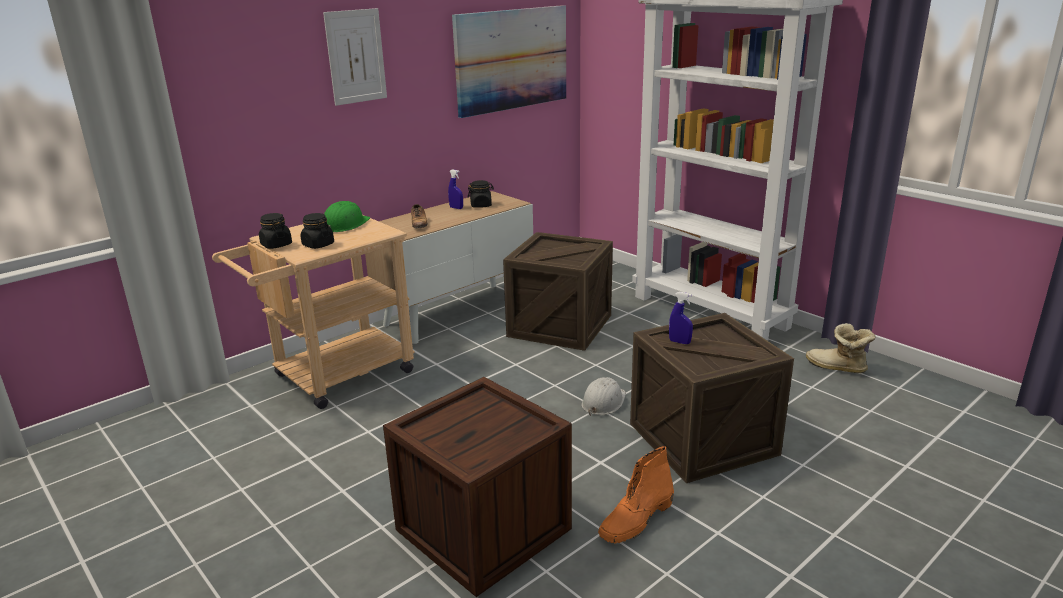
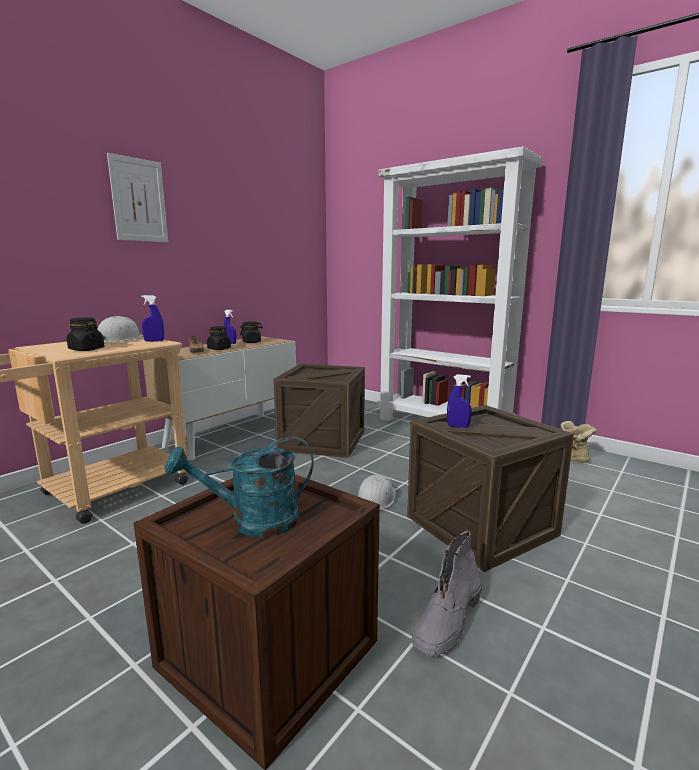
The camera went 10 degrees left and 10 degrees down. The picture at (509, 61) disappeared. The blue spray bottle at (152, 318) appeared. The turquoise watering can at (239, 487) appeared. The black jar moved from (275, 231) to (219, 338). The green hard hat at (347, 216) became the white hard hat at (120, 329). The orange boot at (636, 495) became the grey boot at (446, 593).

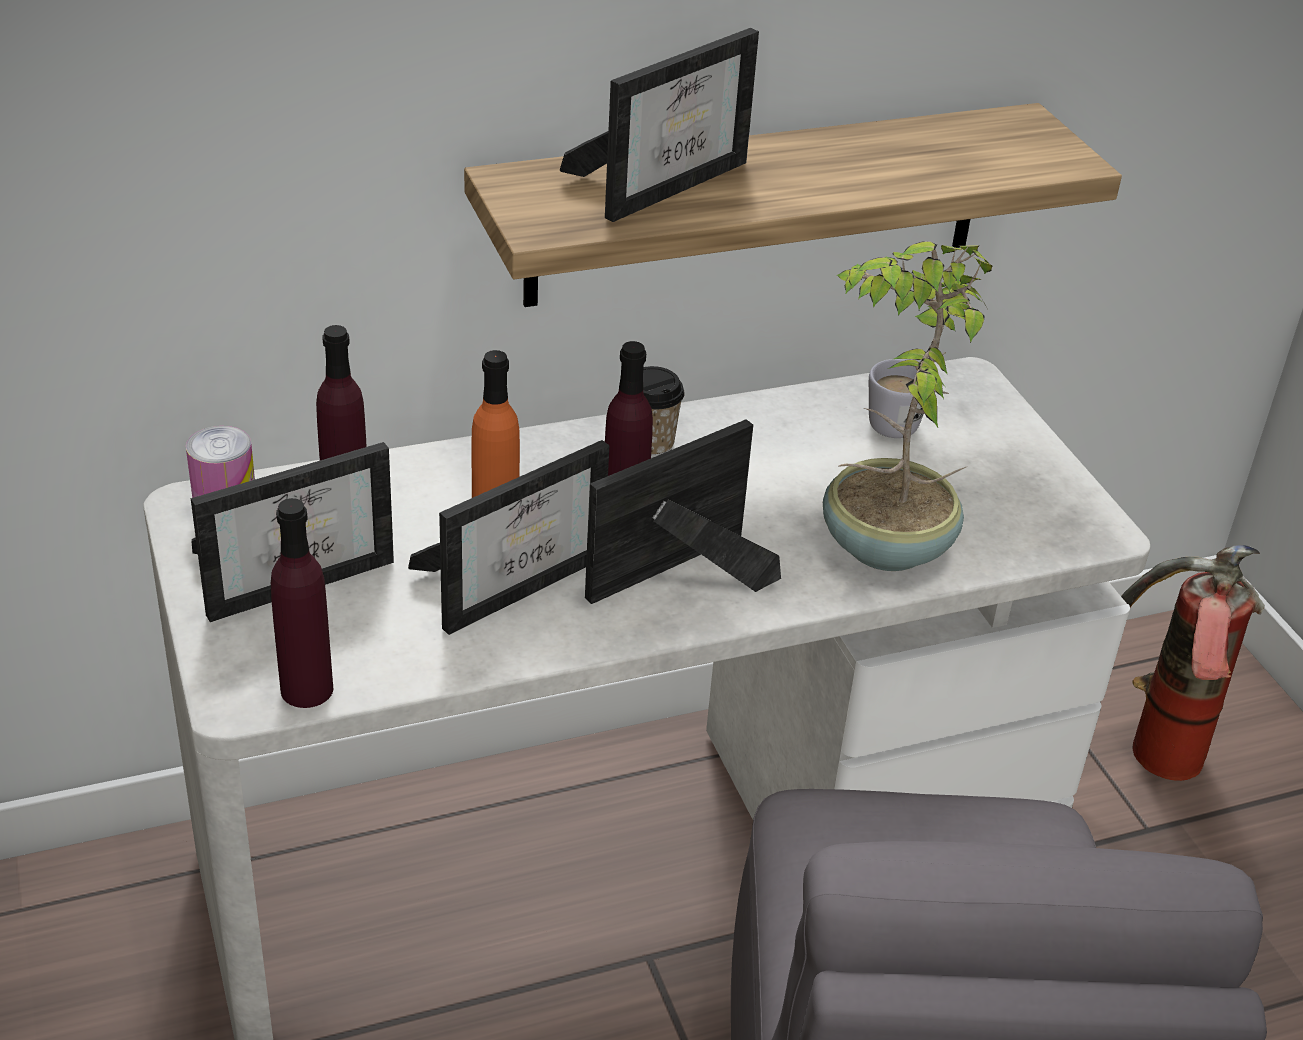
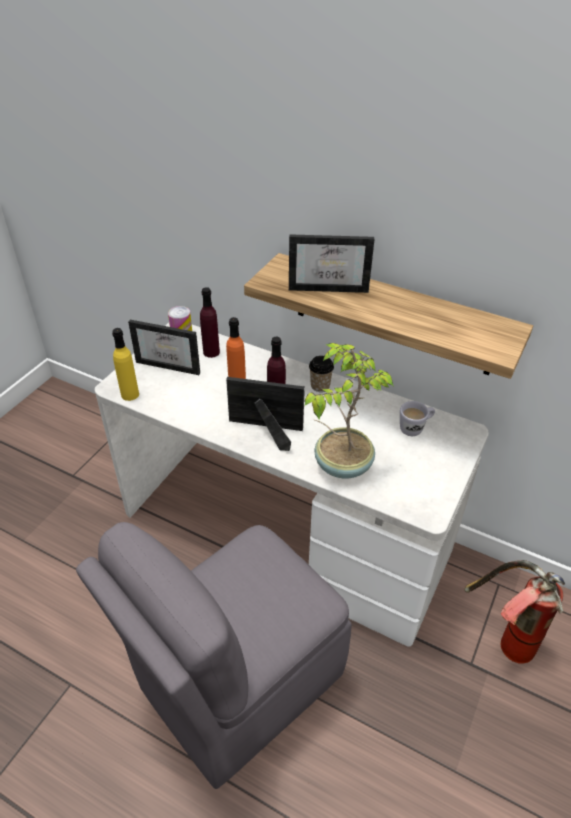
The camera went 50 degrees right and 5 degrees up. The picture frame at (508, 537) disappeared. The purple bottle at (302, 603) became the yellow bottle at (125, 364).

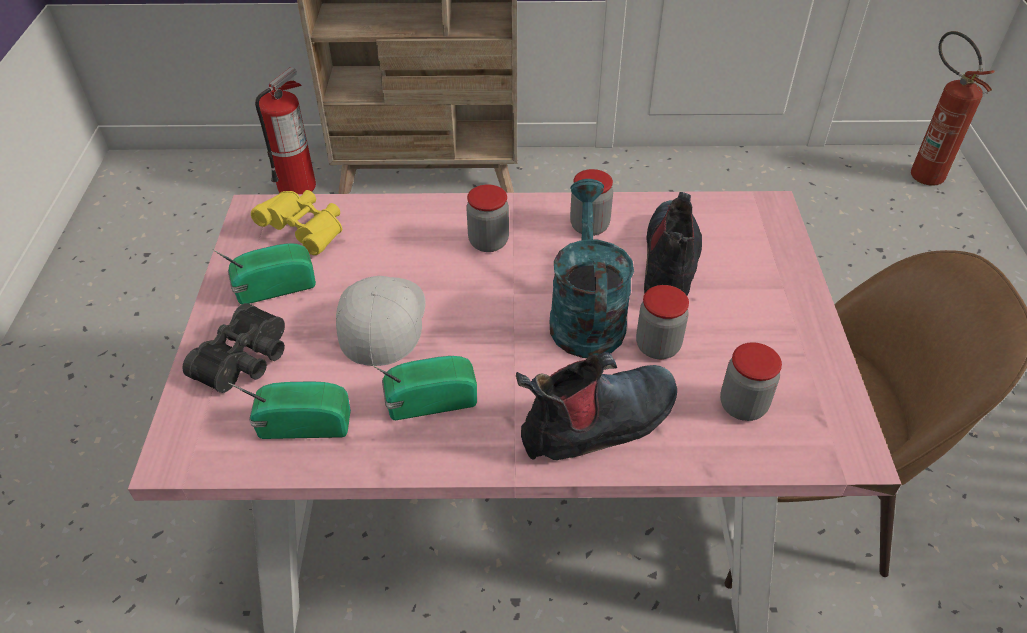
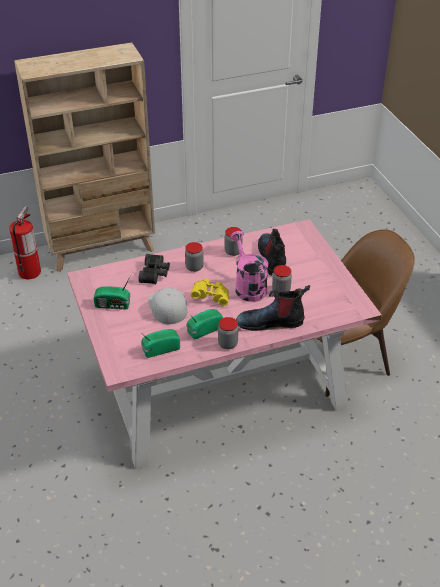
The camera went 20 degrees left and 5 degrees down. The fire extinguisher at (953, 108) disappeared. The black binoculars moved from (233, 348) to (154, 269). The yellow binoculars moved from (296, 222) to (210, 292). The jar moved from (751, 381) to (228, 333). The turquoise watering can at (592, 268) became the pink watering can at (249, 266). The radio at (265, 274) turned 135 degrees counterclockwise. The boot at (596, 406) turned 135 degrees counterclockwise.

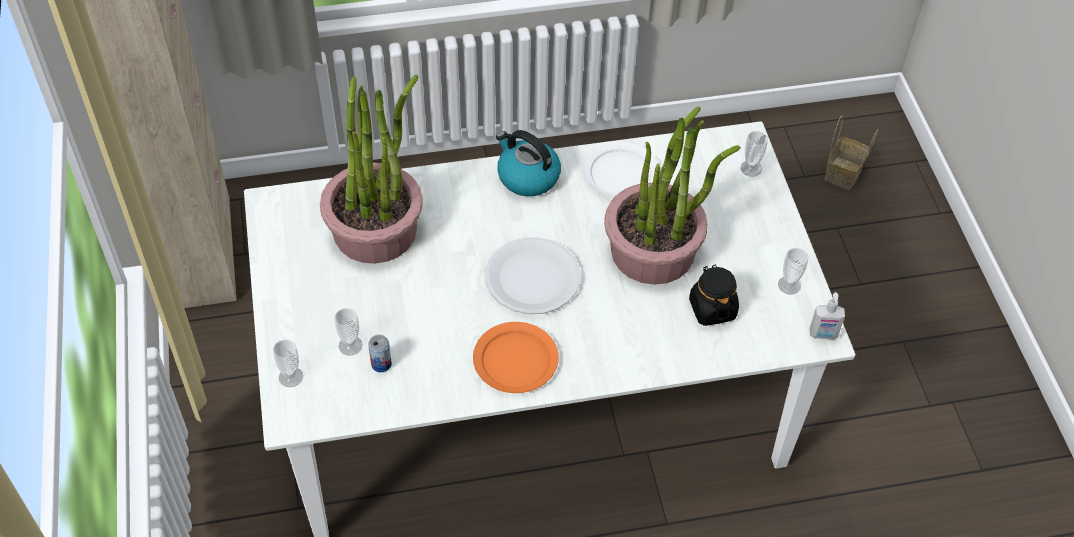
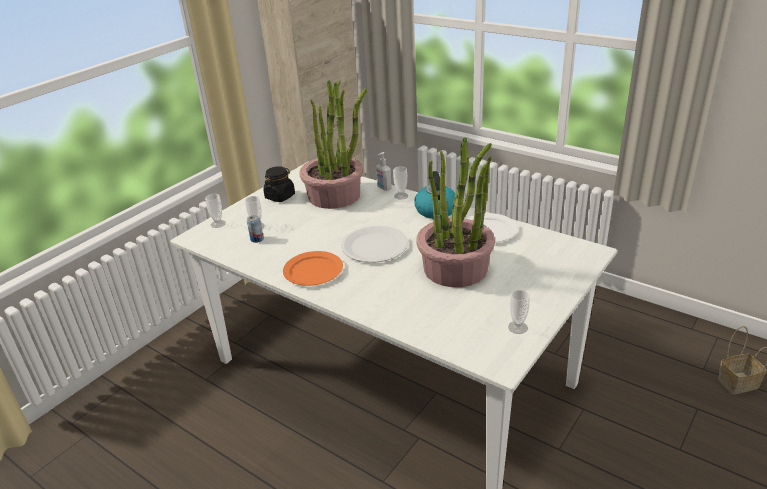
The camera went 50 degrees right and 20 degrees down. The black jar moved from (714, 295) to (279, 184). The cup moved from (754, 154) to (400, 182). The soap dispenser moved from (827, 316) to (384, 171).

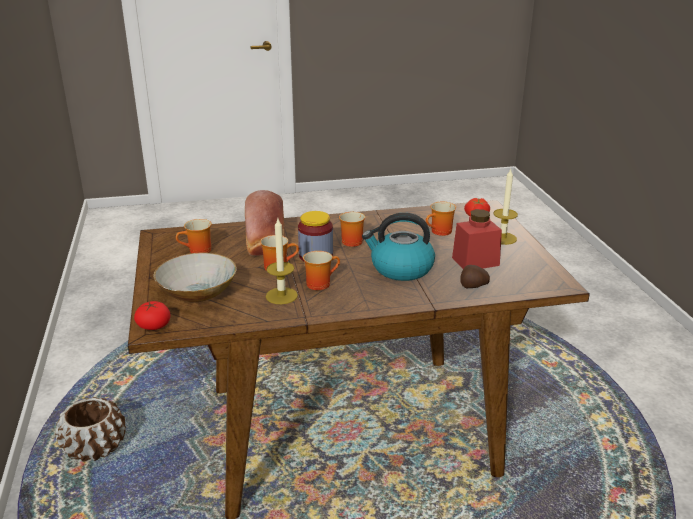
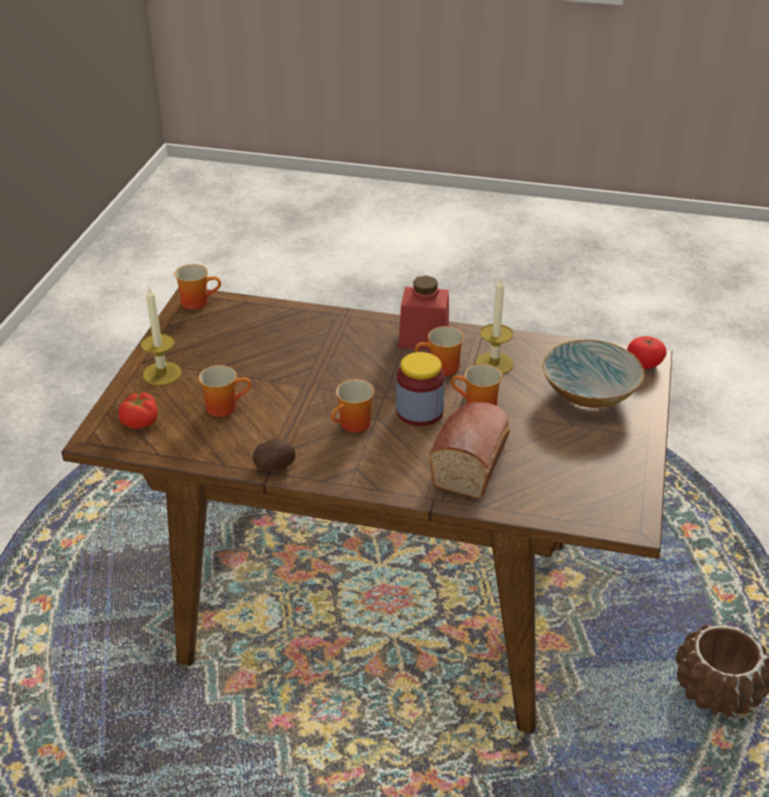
The camera went 155 degrees left and 10 degrees up. The kettle at (398, 247) disappeared. The mug moved from (193, 236) to (197, 287). The red jar moved from (477, 239) to (423, 313). The potato moved from (475, 276) to (274, 454).

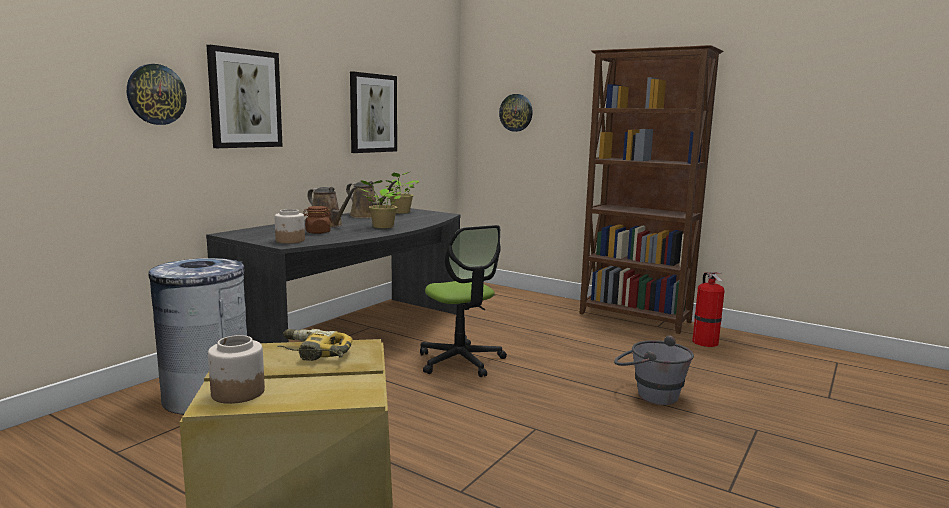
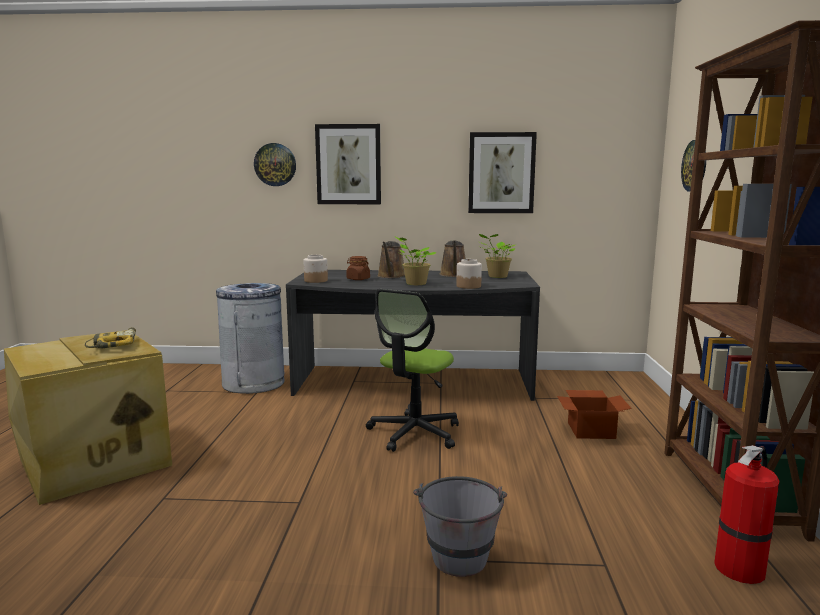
The camera went 60 degrees right and 0 degrees up. The cardboard box at (594, 414) appeared. The jar moved from (236, 369) to (469, 274).

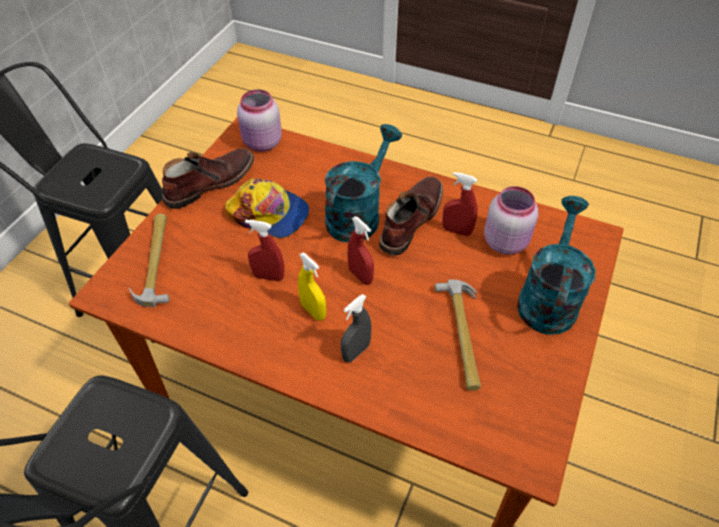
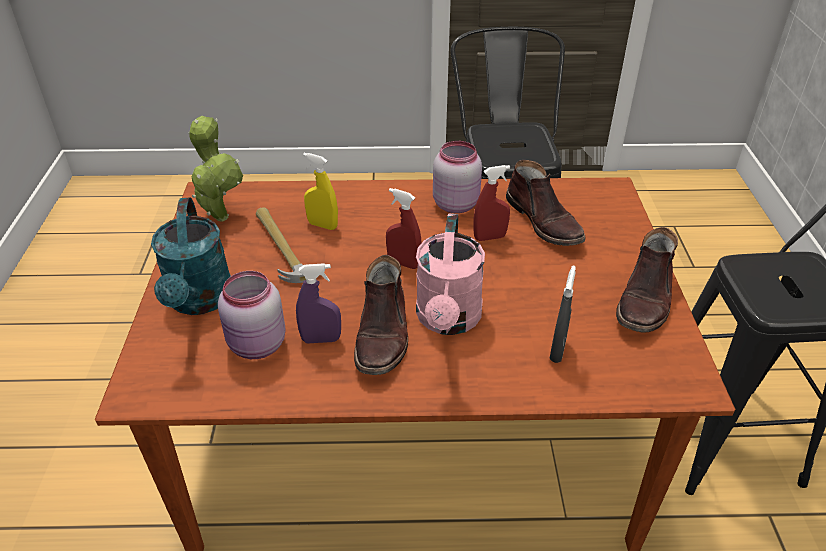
The camera went 155 degrees right and 10 degrees down. The hammer at (149, 260) disappeared. The cap at (267, 208) disappeared. The potted plant at (215, 169) appeared. The brown boot at (545, 203) appeared. The pink jar moved from (259, 120) to (457, 177). The yellow spray bottle moved from (312, 287) to (320, 191). The grey spray bottle moved from (356, 328) to (562, 314). The turquoise watering can at (363, 183) became the pink watering can at (450, 274). The red spray bottle at (460, 204) became the purple spray bottle at (318, 303).

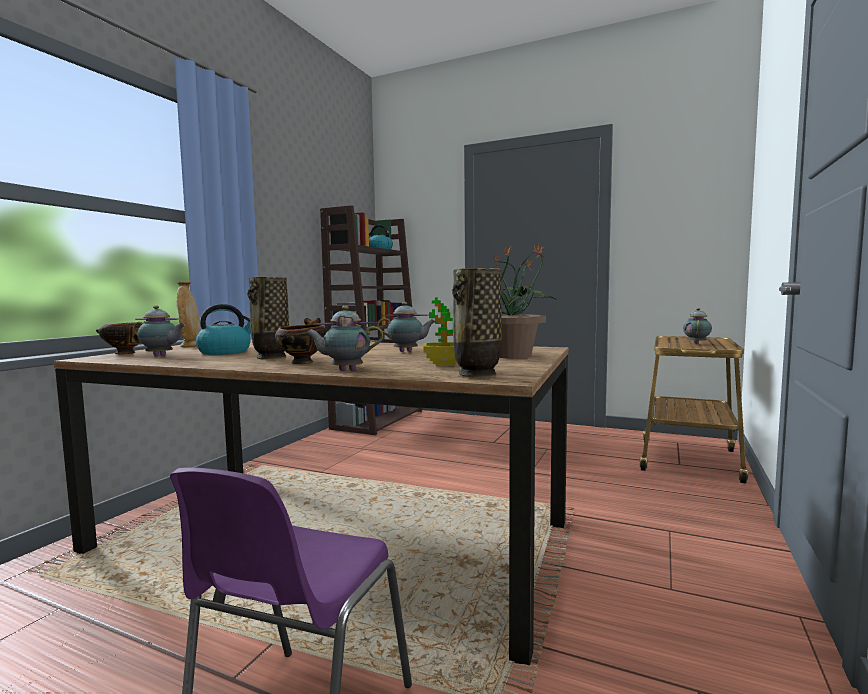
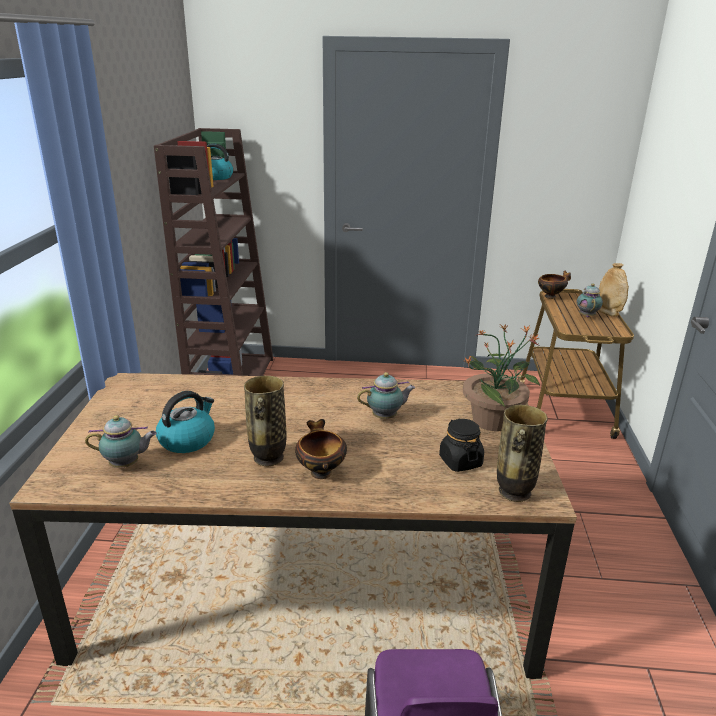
The camera went 20 degrees left and 20 degrees up. The teapot at (345, 338) disappeared. The bowl moved from (122, 337) to (554, 285). The beige vase moved from (188, 314) to (614, 289). The potted plant at (440, 331) was replaced by the black jar at (461, 445).

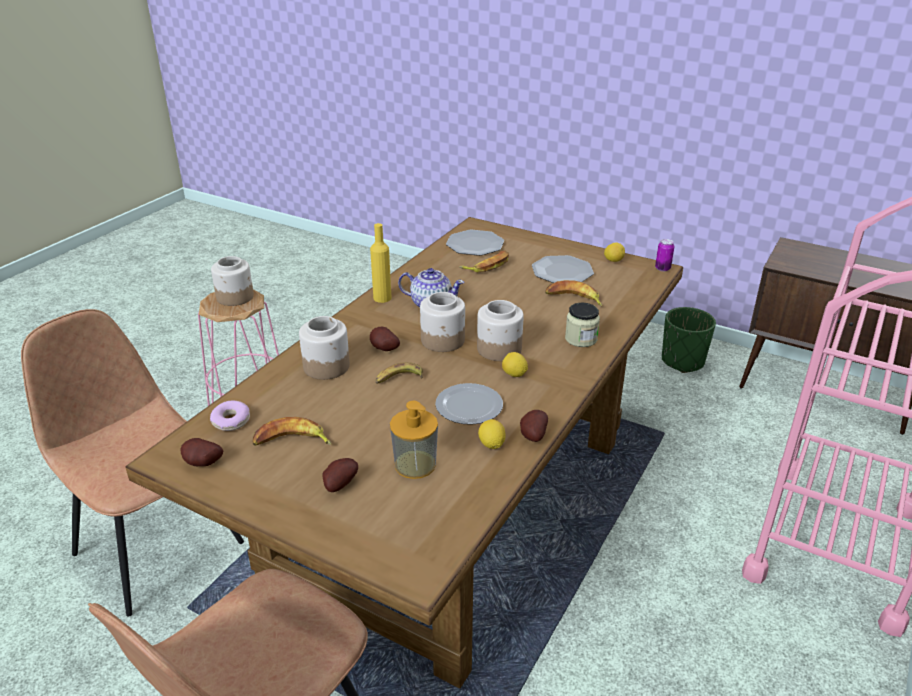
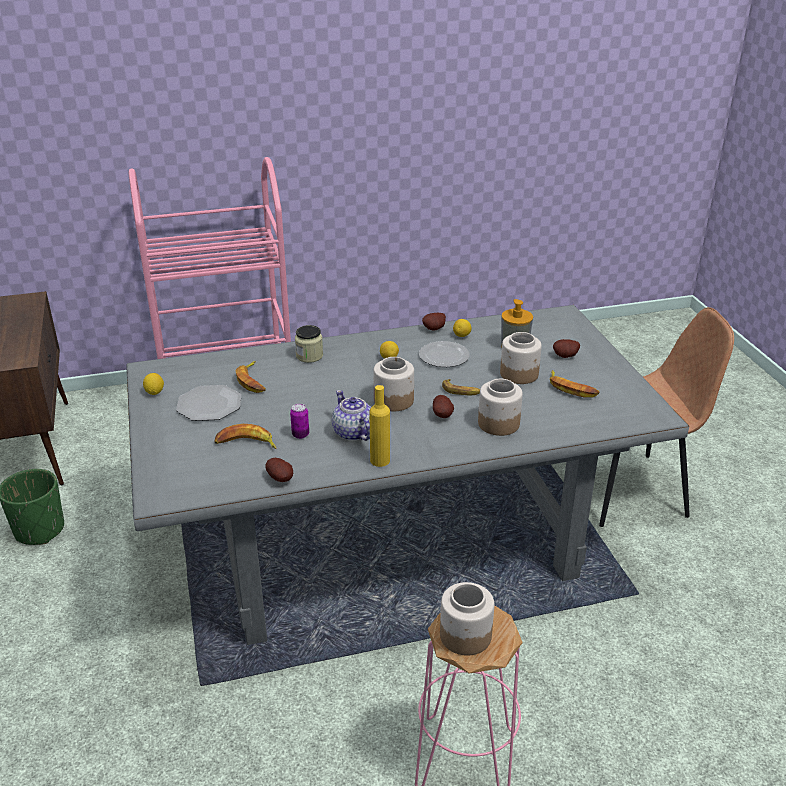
The camera went 135 degrees left and 0 degrees up. The brown chair at (132, 463) disappeared. The donut at (230, 415) disappeared. The plate at (475, 243) disappeared. The potato moved from (202, 452) to (279, 470). The jar moved from (500, 330) to (521, 358). The can moved from (664, 255) to (299, 421). The brown dining table at (404, 452) became the grey dining table at (407, 475).

